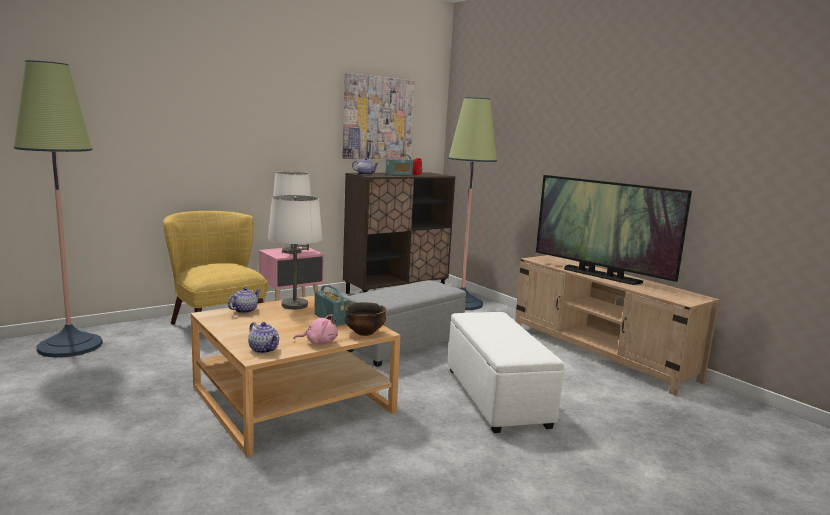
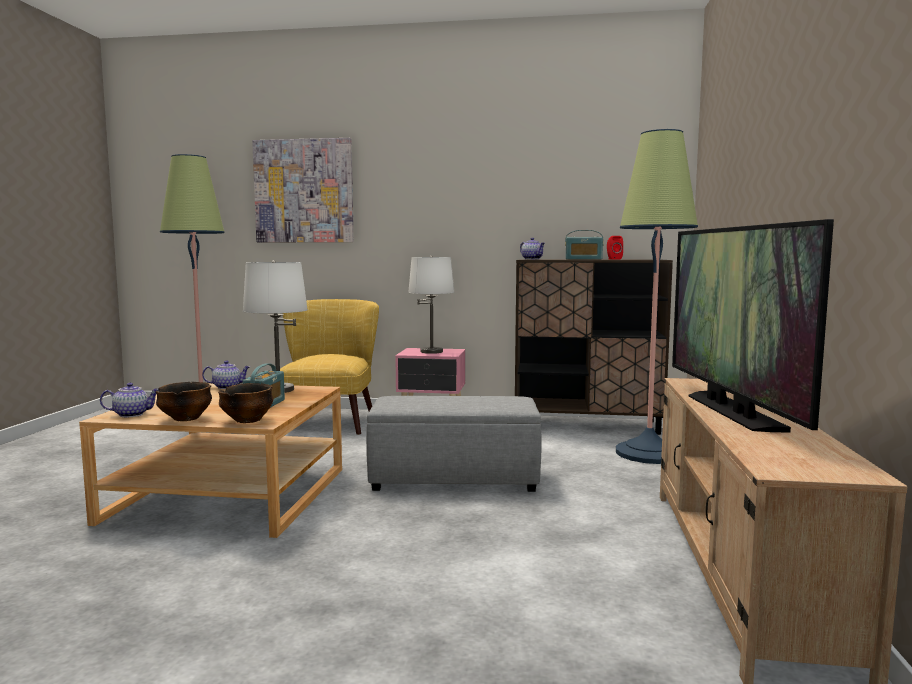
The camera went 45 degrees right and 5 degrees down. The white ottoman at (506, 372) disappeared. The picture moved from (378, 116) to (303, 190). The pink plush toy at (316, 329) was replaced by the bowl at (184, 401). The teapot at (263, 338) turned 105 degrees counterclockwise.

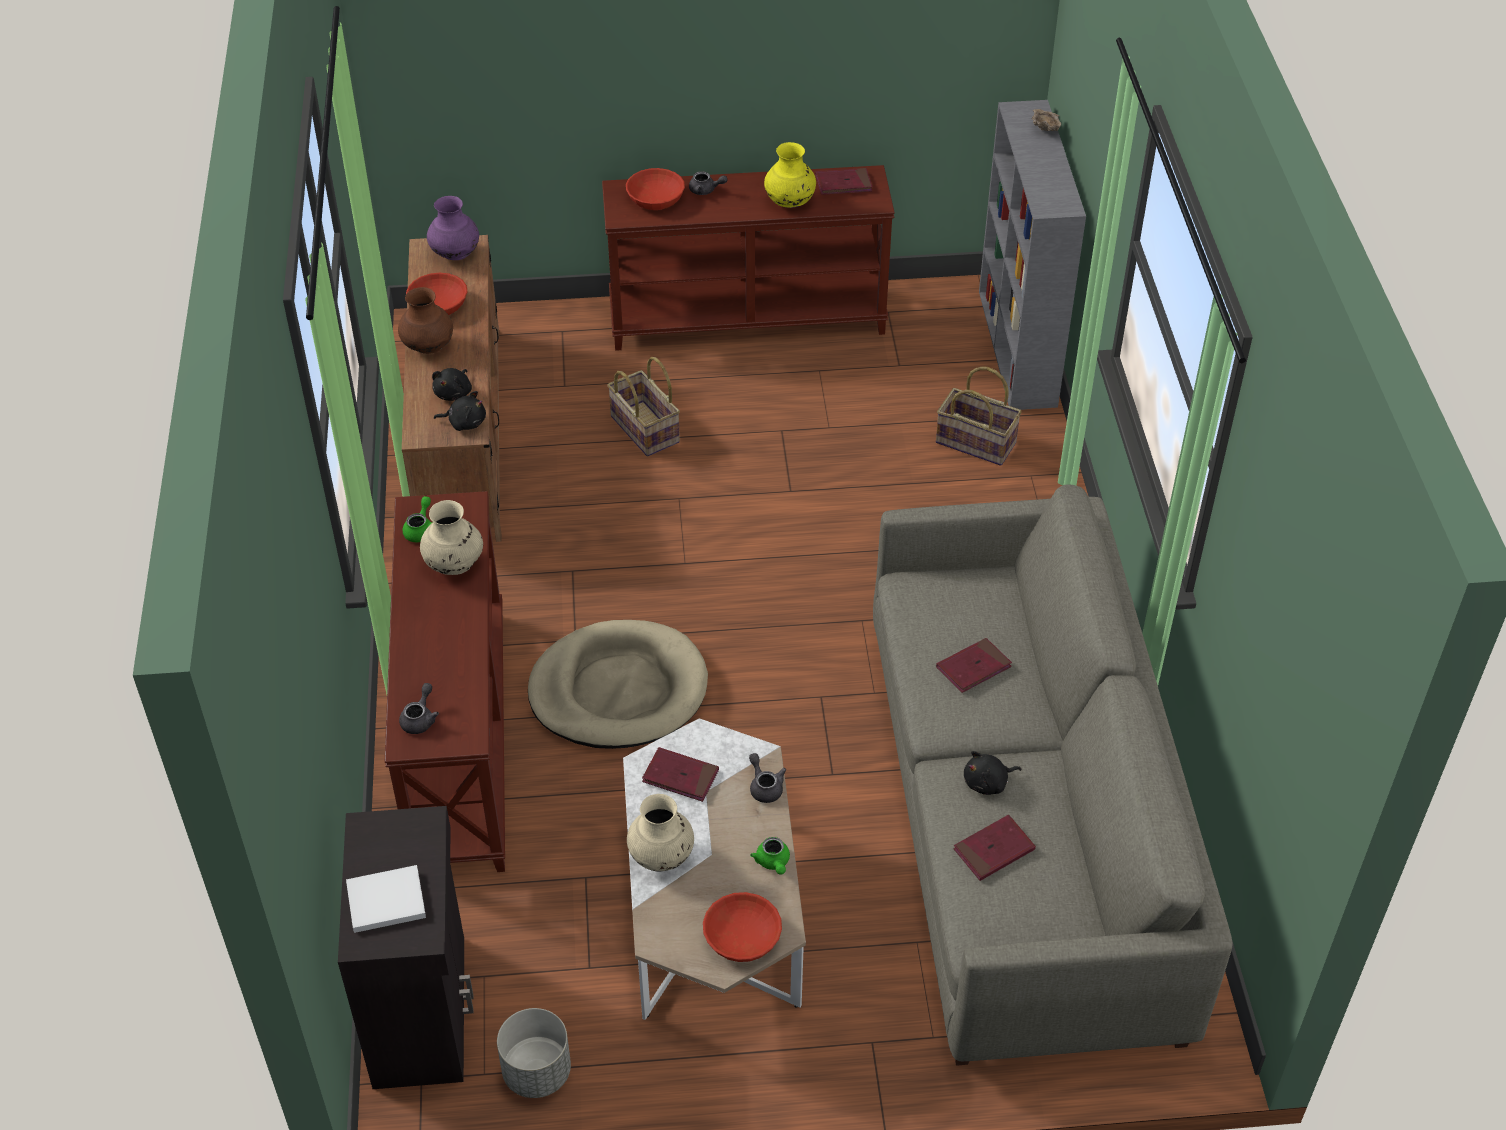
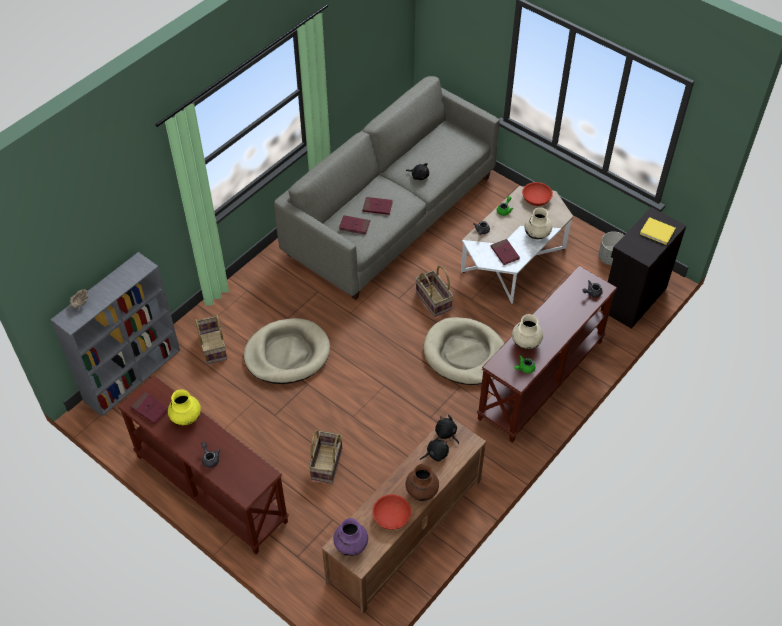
The camera went 135 degrees left and 5 degrees up. The red bowl at (655, 189) disappeared. The beige dog bed at (287, 351) appeared. The basket at (434, 291) appeared. The red book moved from (994, 848) to (354, 225). The white book at (386, 899) became the yellow book at (657, 231).

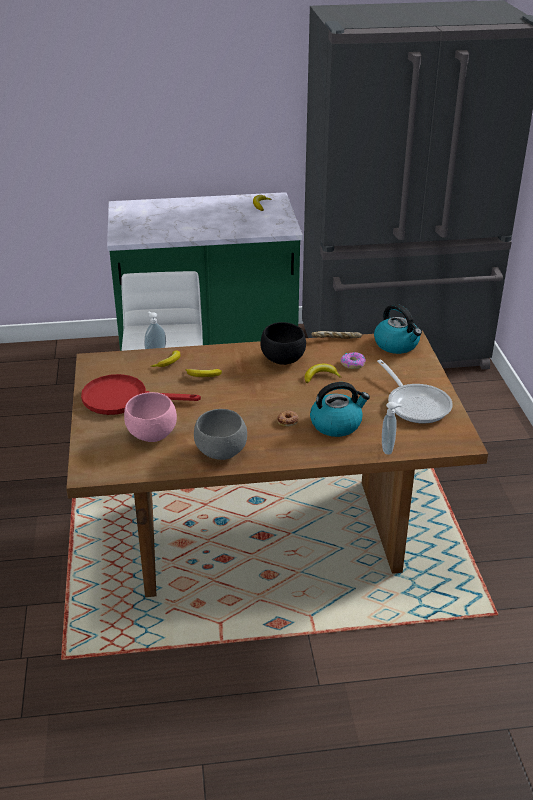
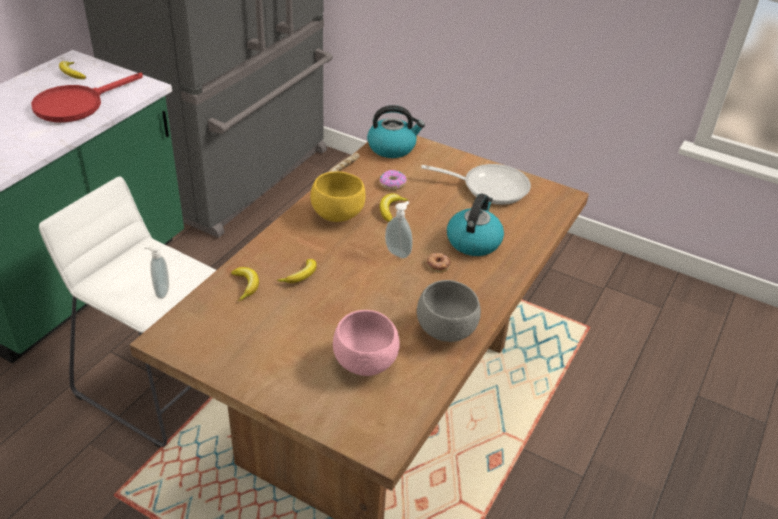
The camera went 55 degrees left and 5 degrees up. The red frying pan moved from (141, 394) to (87, 98). The soap dispenser moved from (392, 428) to (399, 229). The black bowl at (283, 343) became the yellow bowl at (338, 196).

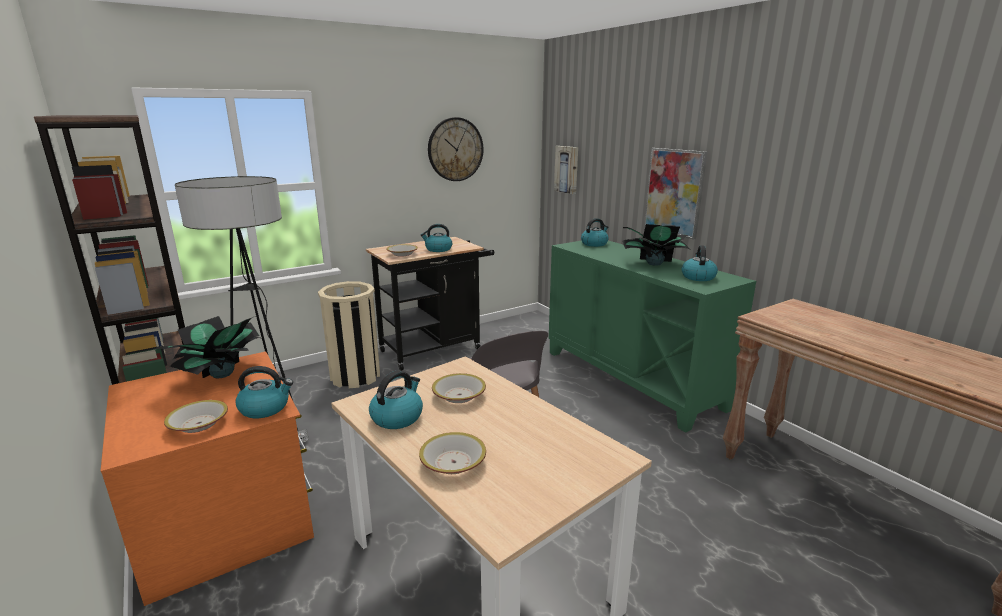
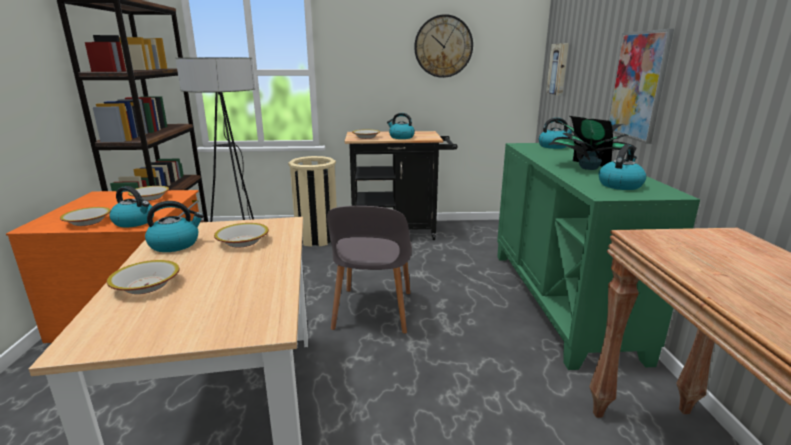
The camera went 30 degrees right and 0 degrees up. The potted plant at (209, 347) was replaced by the bowl at (148, 193).

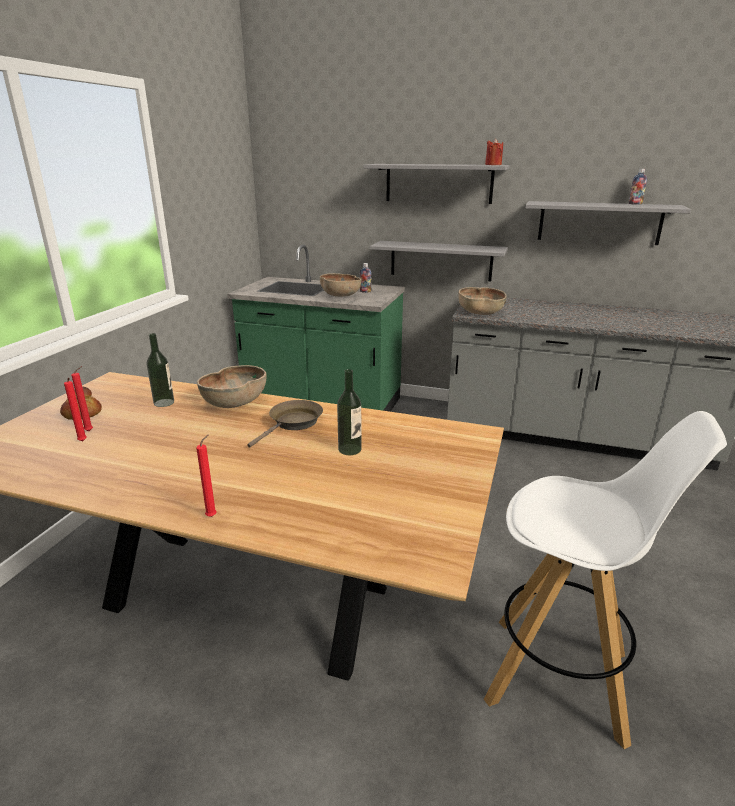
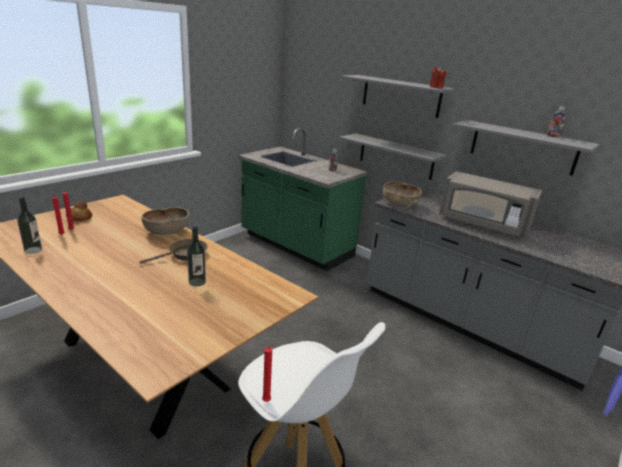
The camera went 20 degrees right and 0 degrees up. The brown bowl at (340, 285) disappeared. The grey microwave at (491, 204) appeared. The bottle moved from (160, 370) to (29, 225). The red candle moved from (206, 476) to (269, 371).

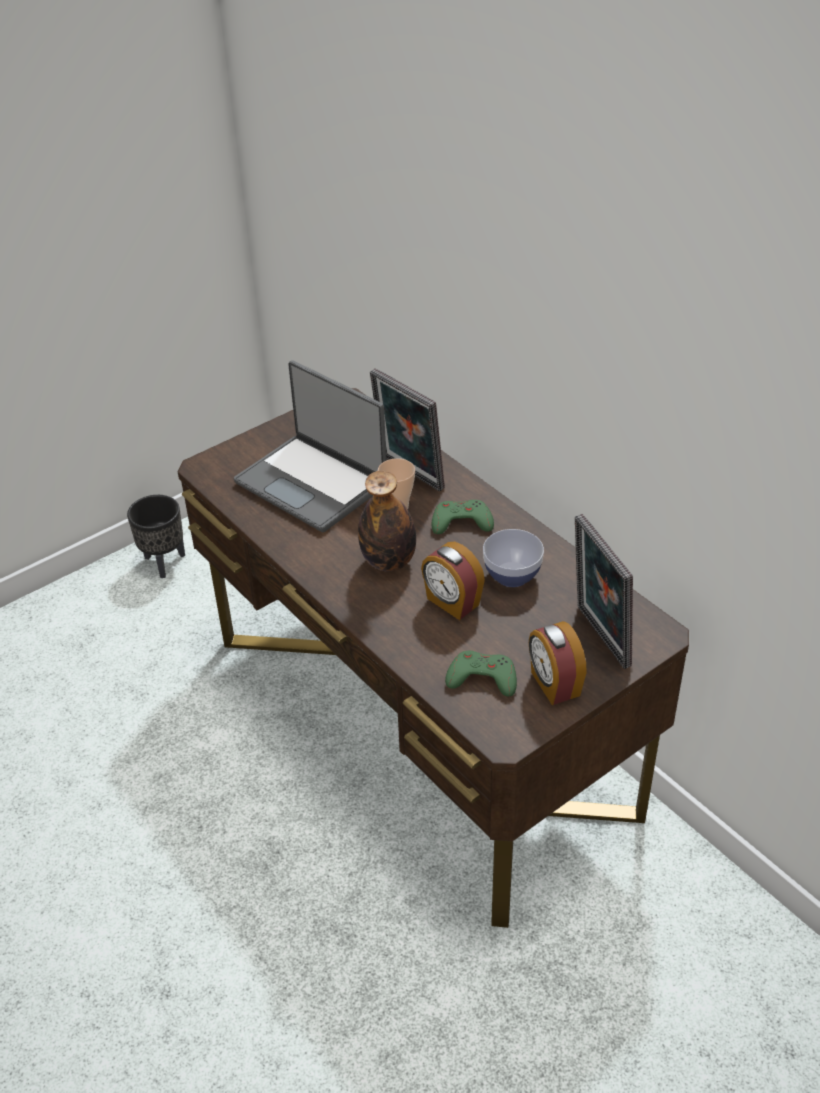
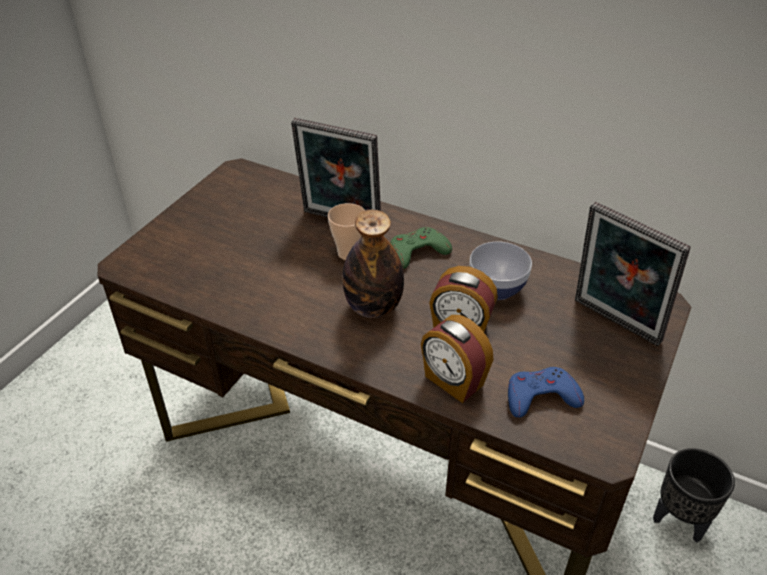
The camera went 25 degrees left and 0 degrees up. The laptop at (310, 446) disappeared. The black planter moved from (156, 536) to (694, 495). The alarm clock moved from (558, 663) to (457, 359). The green game controller at (481, 673) became the blue game controller at (546, 392).

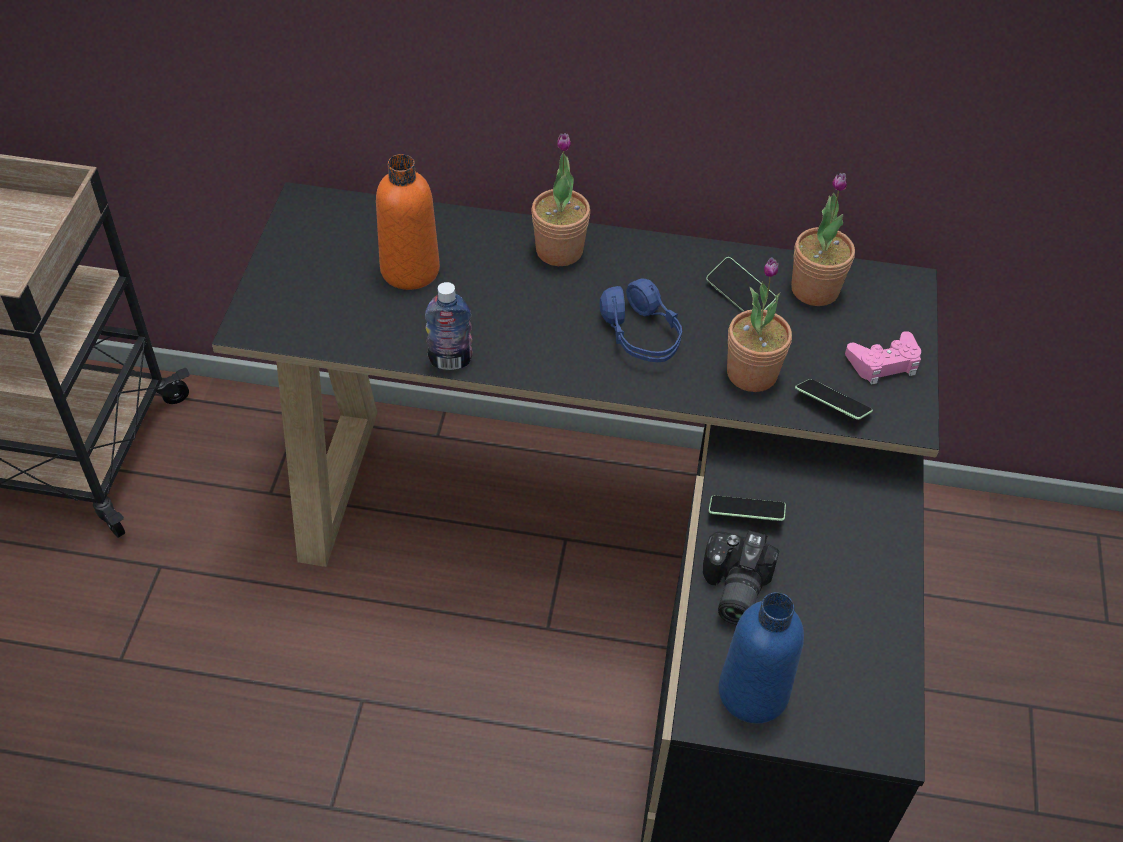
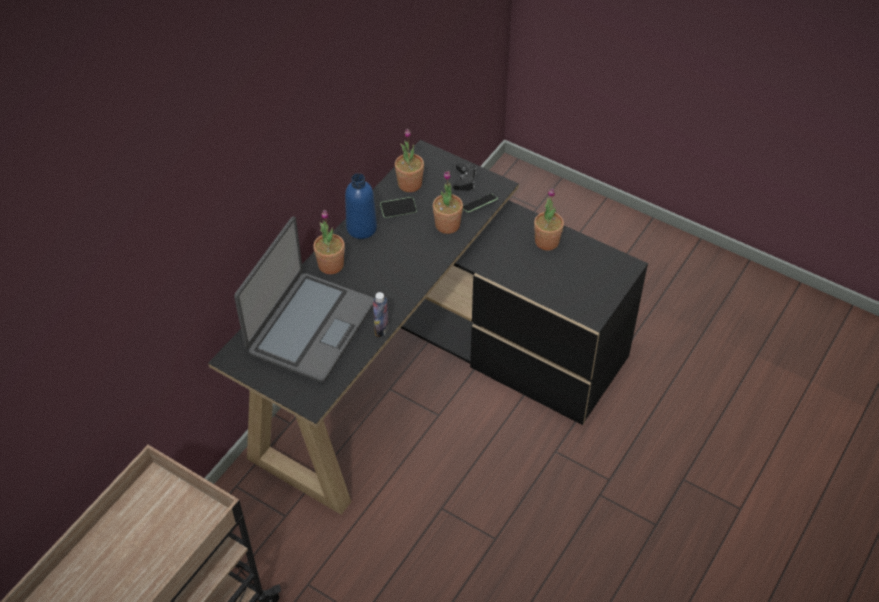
The camera went 65 degrees left and 0 degrees up. The blue headphones at (641, 320) disappeared. The photo camera at (741, 577) disappeared. The phone at (747, 508) disappeared. The potted plant at (549, 219) appeared. The blue bottle moved from (761, 657) to (361, 206). The orange bottle at (408, 222) was replaced by the laptop at (304, 299). The pink game controller at (883, 358) became the black game controller at (465, 176).

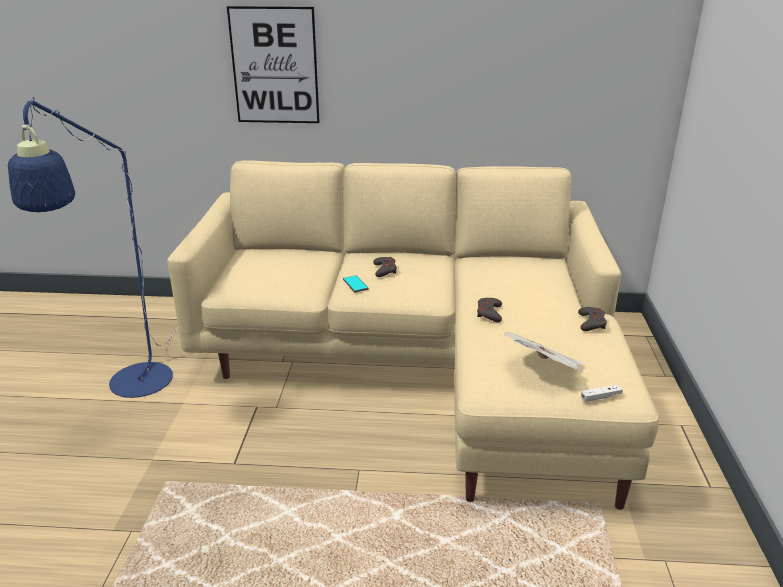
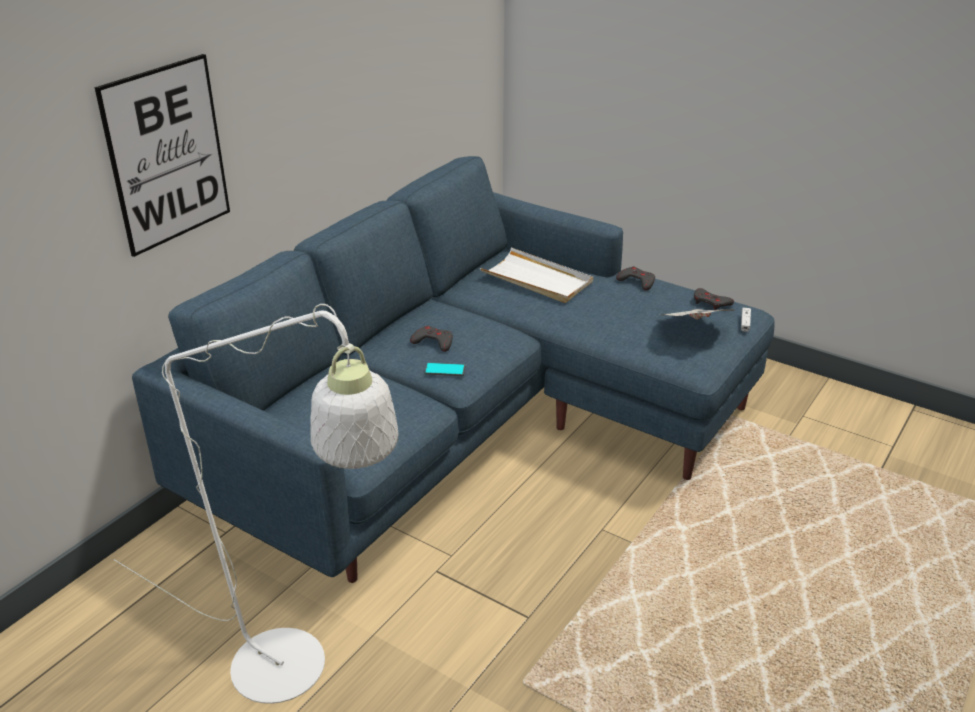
The camera went 60 degrees left and 5 degrees up. The white tray at (536, 275) appeared. The grey game controller moved from (489, 310) to (714, 299). The blue floor lamp at (93, 247) became the white floor lamp at (256, 504). The beige sofa at (413, 335) became the blue sofa at (453, 369).

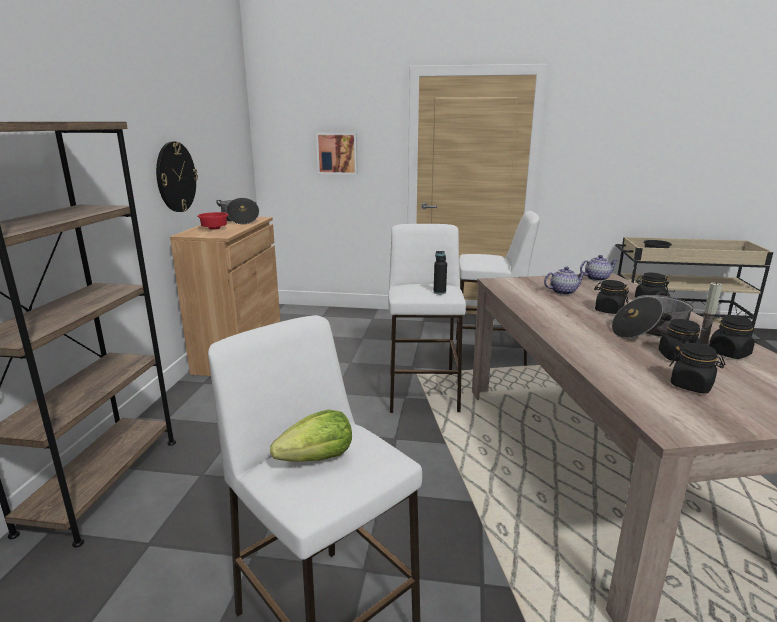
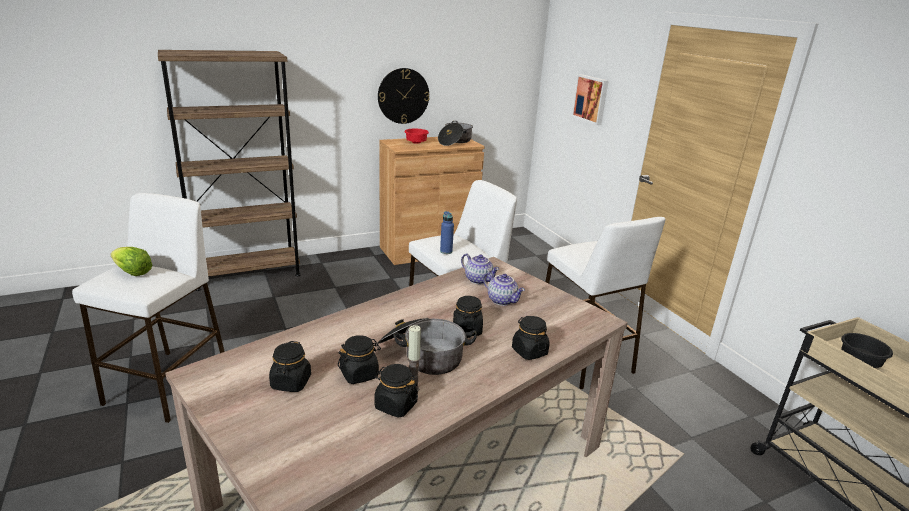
The camera went 55 degrees right and 5 degrees up. The teapot moved from (599, 268) to (480, 268). The black bottle at (440, 272) became the blue bottle at (447, 232).

